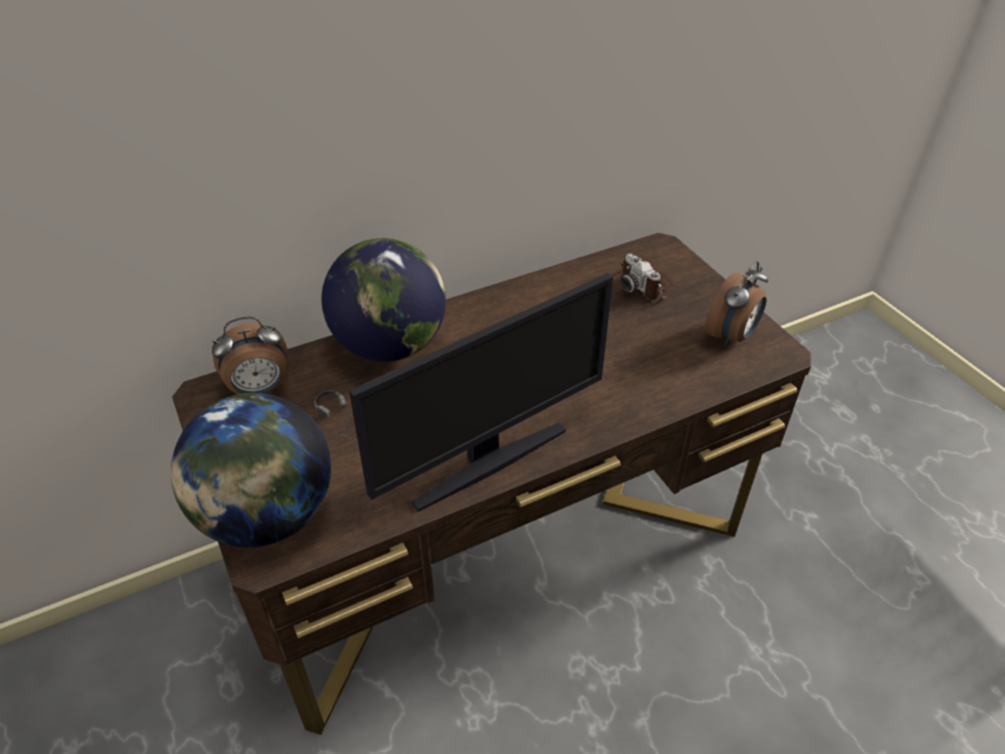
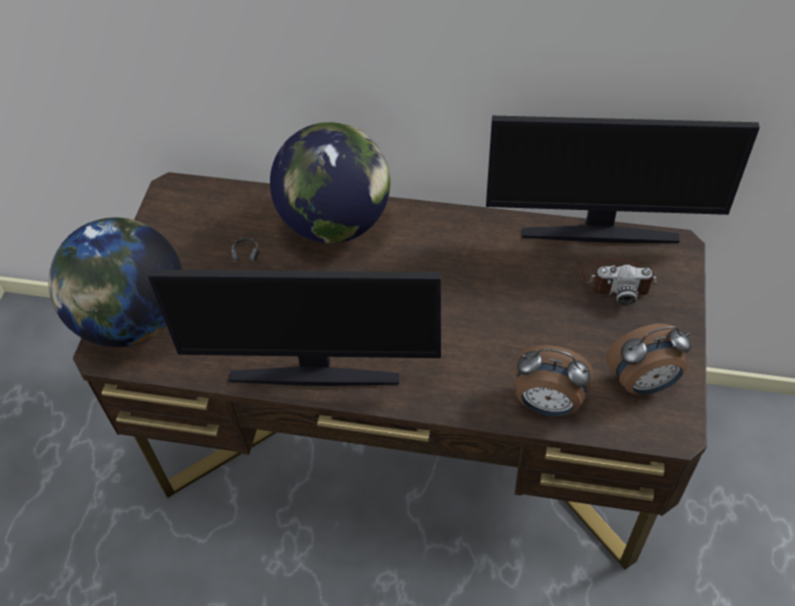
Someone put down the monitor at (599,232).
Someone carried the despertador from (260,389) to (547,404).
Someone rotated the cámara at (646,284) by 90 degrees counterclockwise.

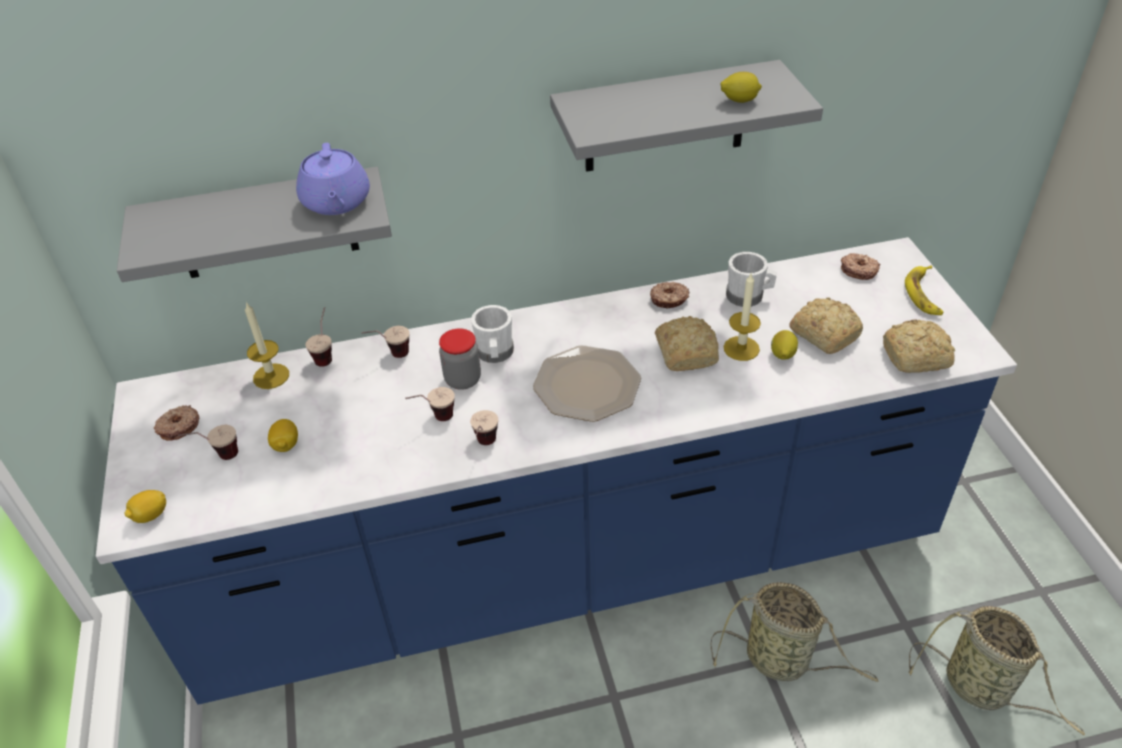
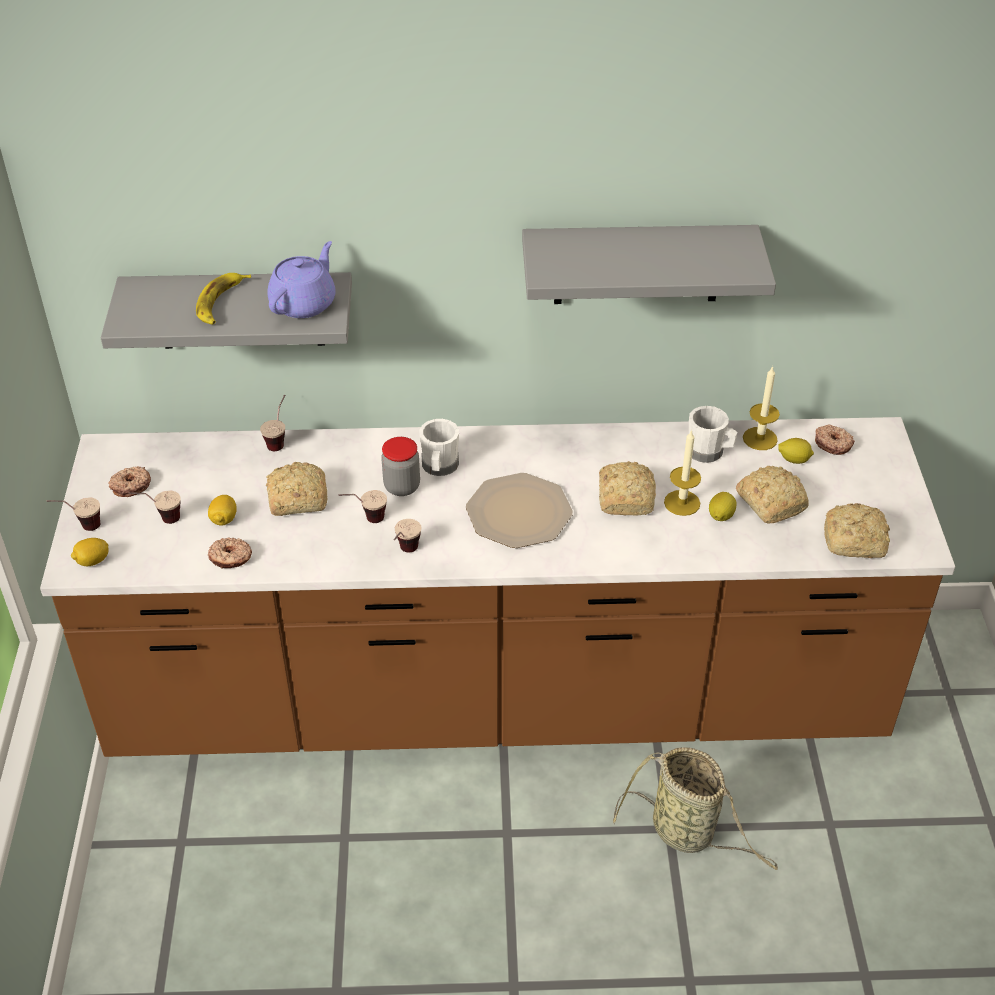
Someone took away the cesta at (981,688).
Someone put down the pan at (296,499).
Someone carried the vela from (271,376) to (760,438).
Someone carried the taza from (390,356) to (80,527).
Someone carried the rosquilla from (669,300) to (230,558).
Someone carried the limón from (739,100) to (794,460).
Someone carried the plátano from (924,294) to (221,303).
Someone repainted the mueble bajo de cocina/azul at (570,566), which became the mueble bajo de cocina/marrón at (497,700).
Someone rotated the tetera/morado at (336,202) by 150 degrees counterclockwise.

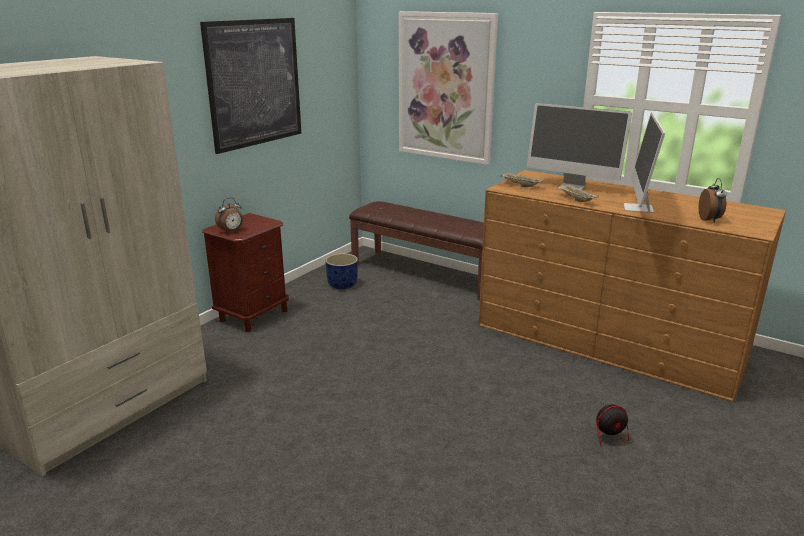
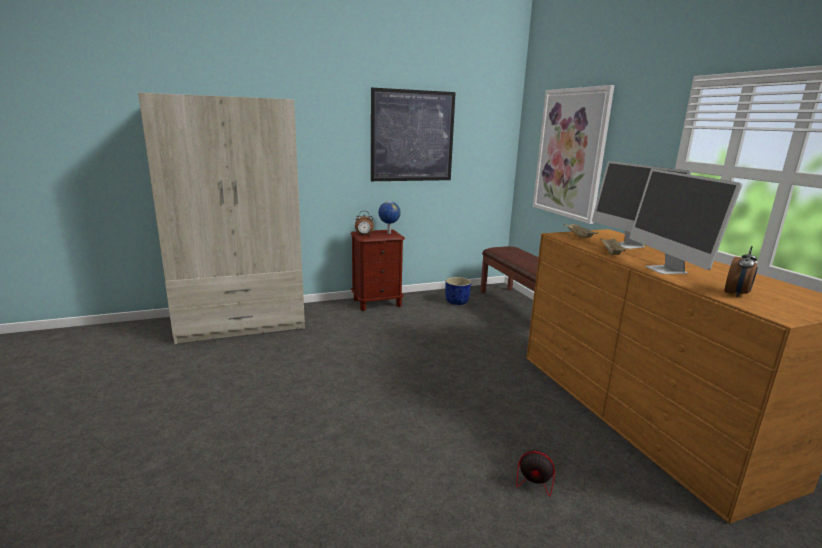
Someone put down the globo terráqueo at (388,233).
Someone rotated the monitor at (638,208) by 60 degrees counterclockwise.

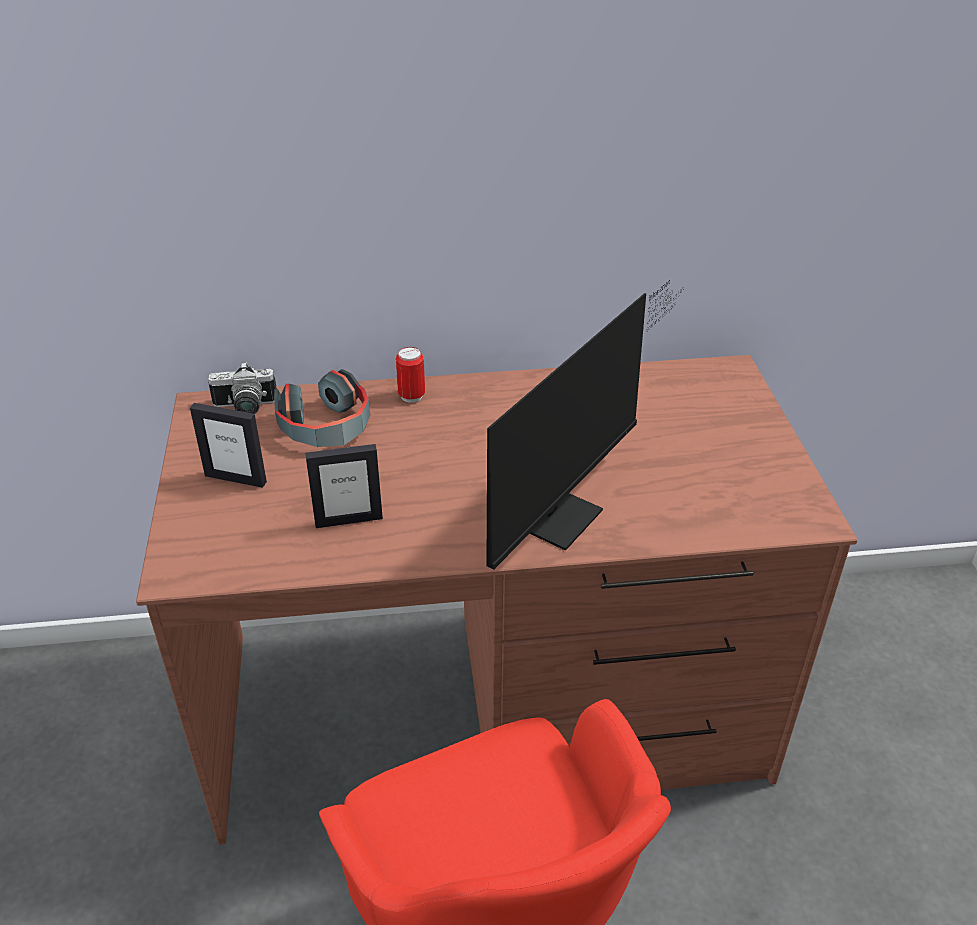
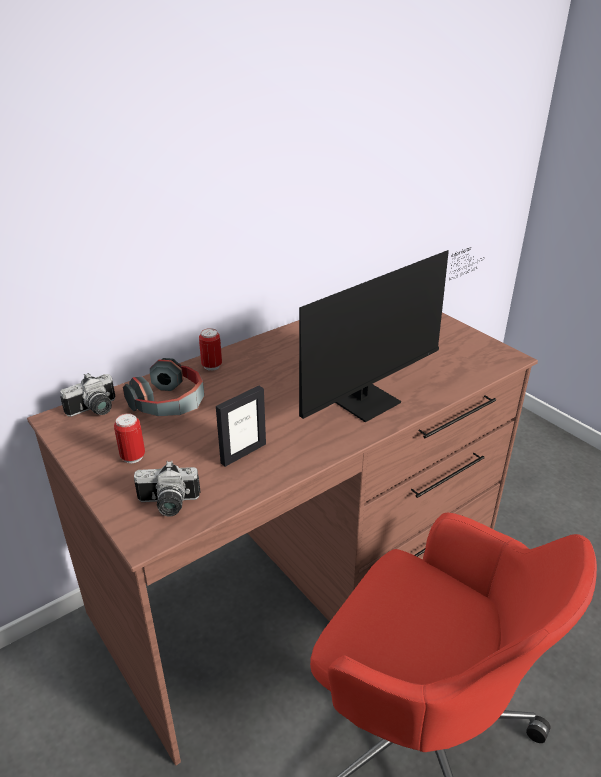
Someone put down the cámara at (168,505).
Someone swapped the portarretratos at (236,478) for the lata at (133,457).
Someone rotated the monitor at (564,510) by 45 degrees clockwise.

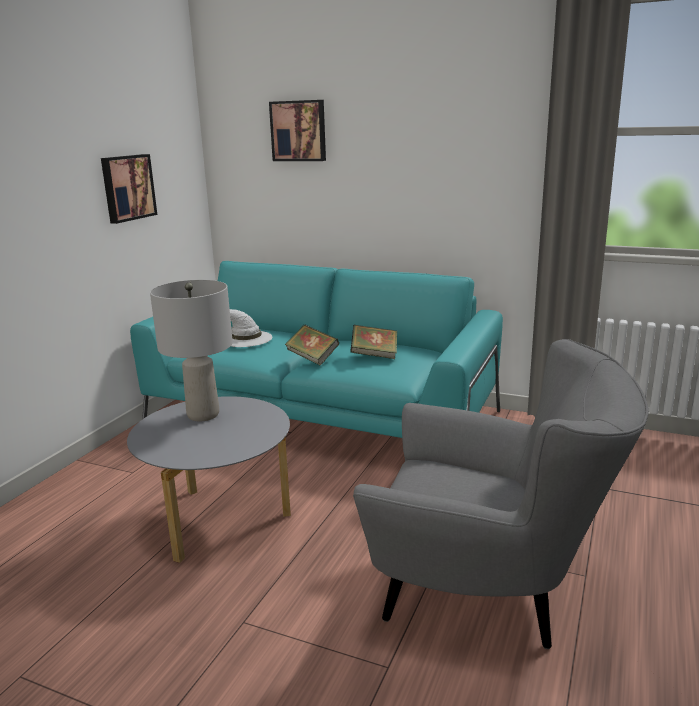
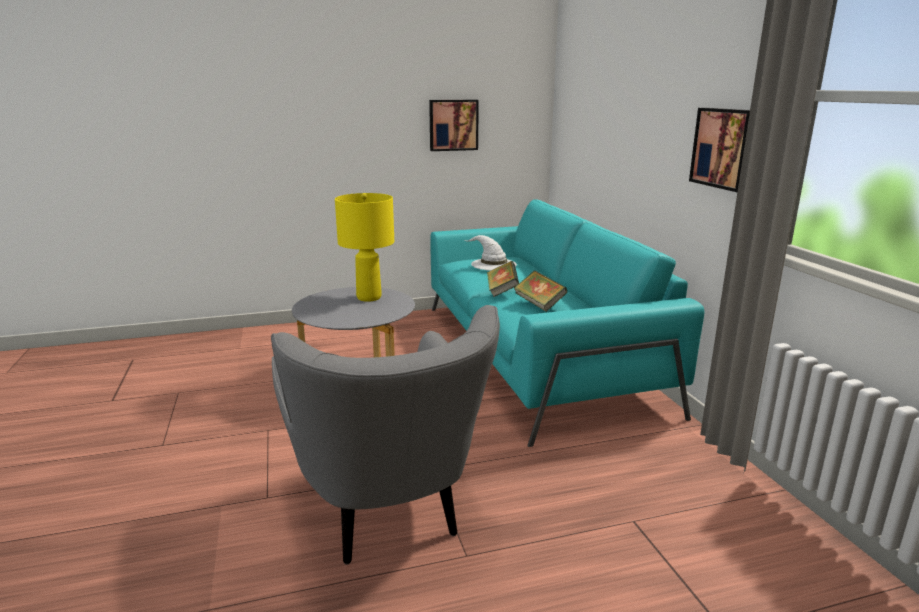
Someone carried the cuadro from (299,131) to (724,148).
Someone repainted the lámpara de mesa/gris at (204,414), which became the lámpara de mesa/amarillo at (369,297).

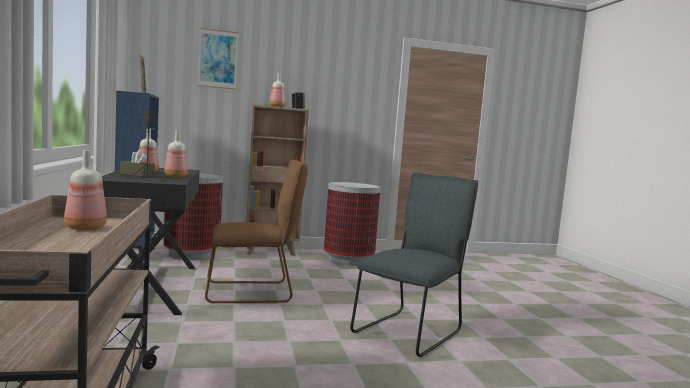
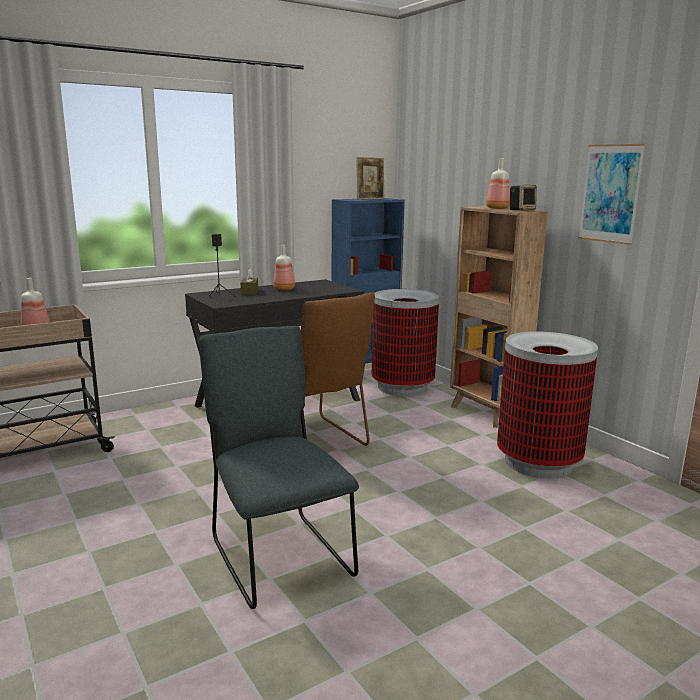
Someone took away the botella at (176,177).
Someone carried the cuadro from (218,59) to (610,193).
Someone rotated the silla/gris at (410,331) by 135 degrees counterclockwise.

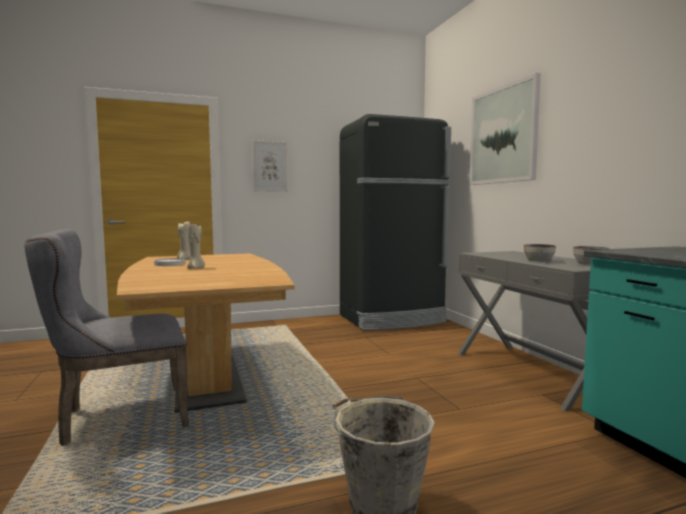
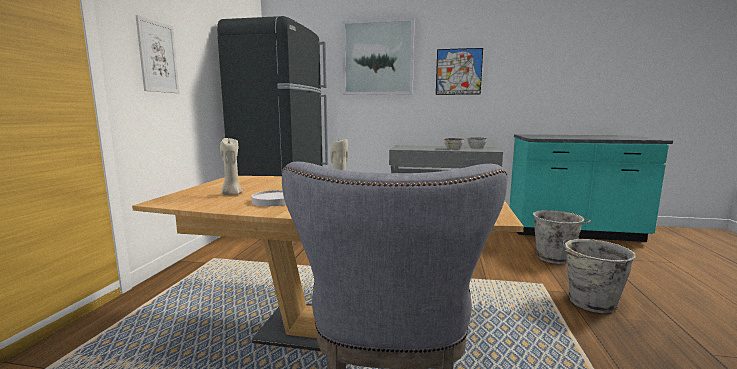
Someone put up the cuadro at (458,71).
Someone put down the cubo/gris at (555,258).

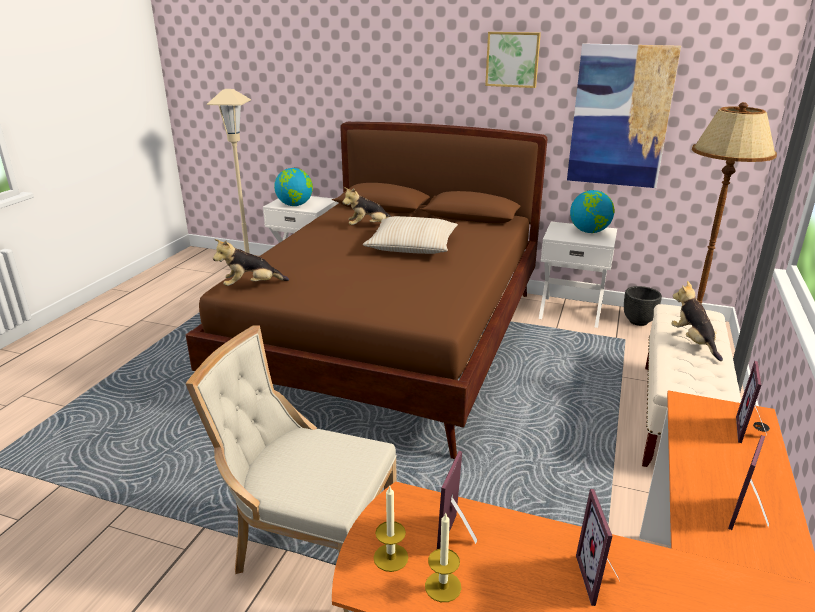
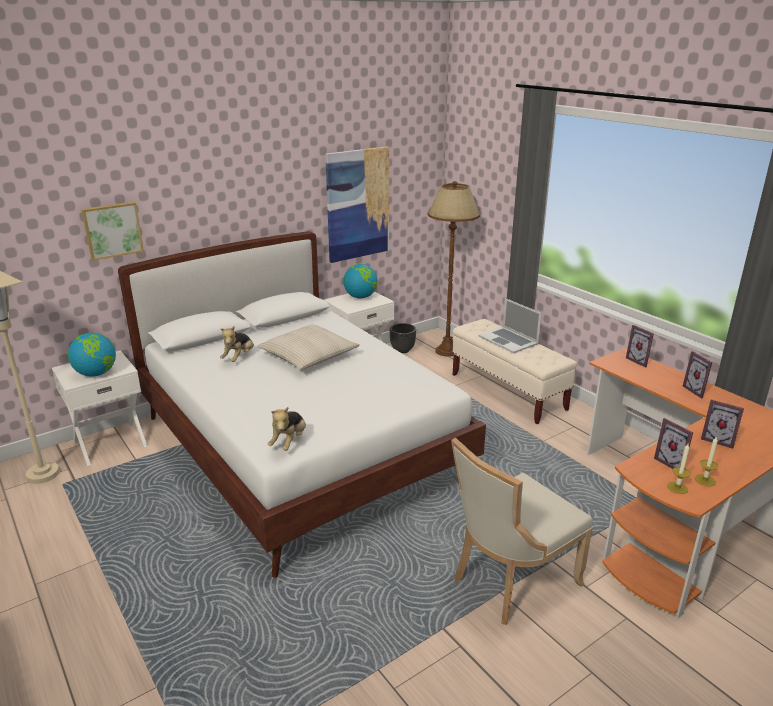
Someone carried the cuadro from (512,59) to (112,230).
Someone swapped the peluche at (693,342) for the portátil at (508,340).
Someone repainted the cama/marrón at (392,341), which became the cama/blanco at (300,448).

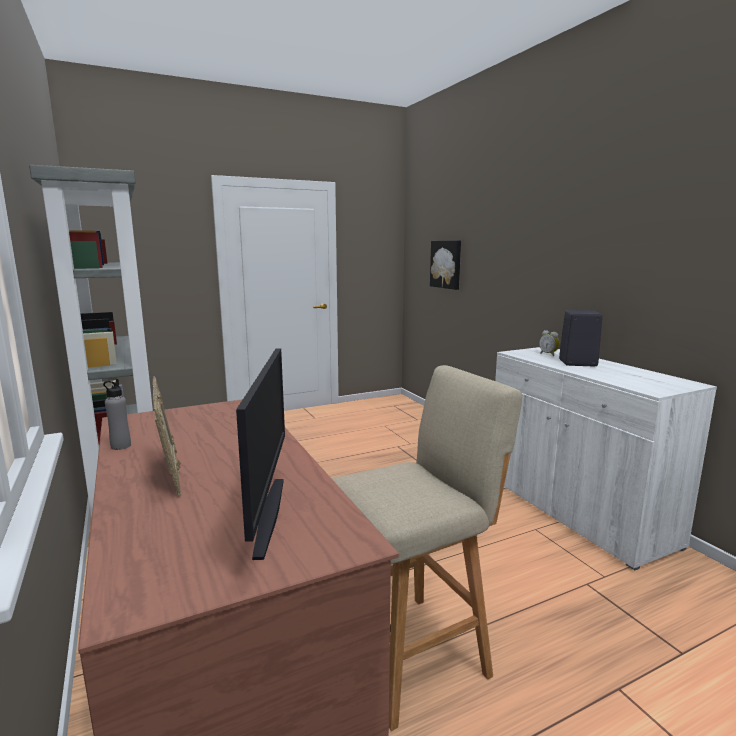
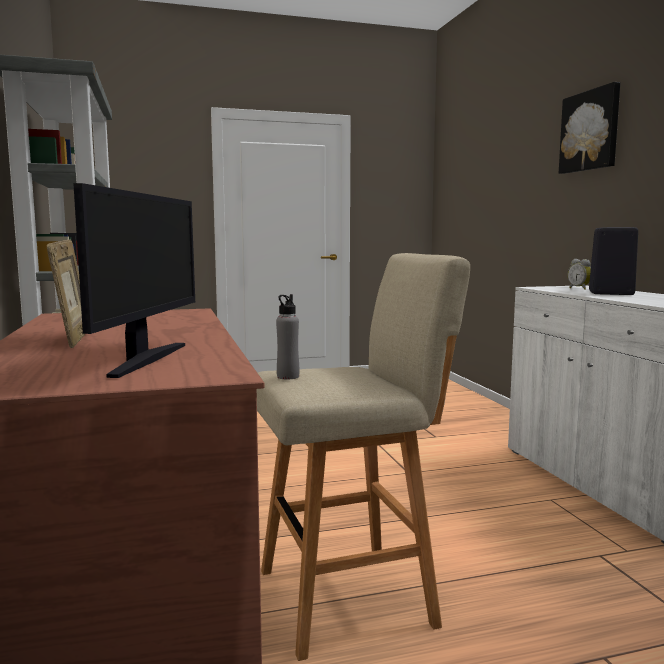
Someone carried the botella/gris from (120,446) to (288,376).
Someone carried the cuadro from (446,264) to (591,131).

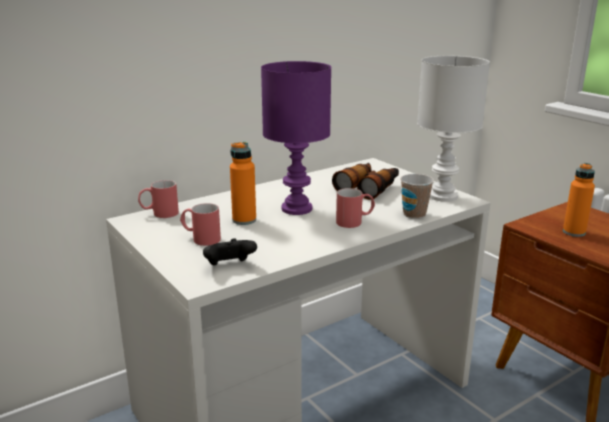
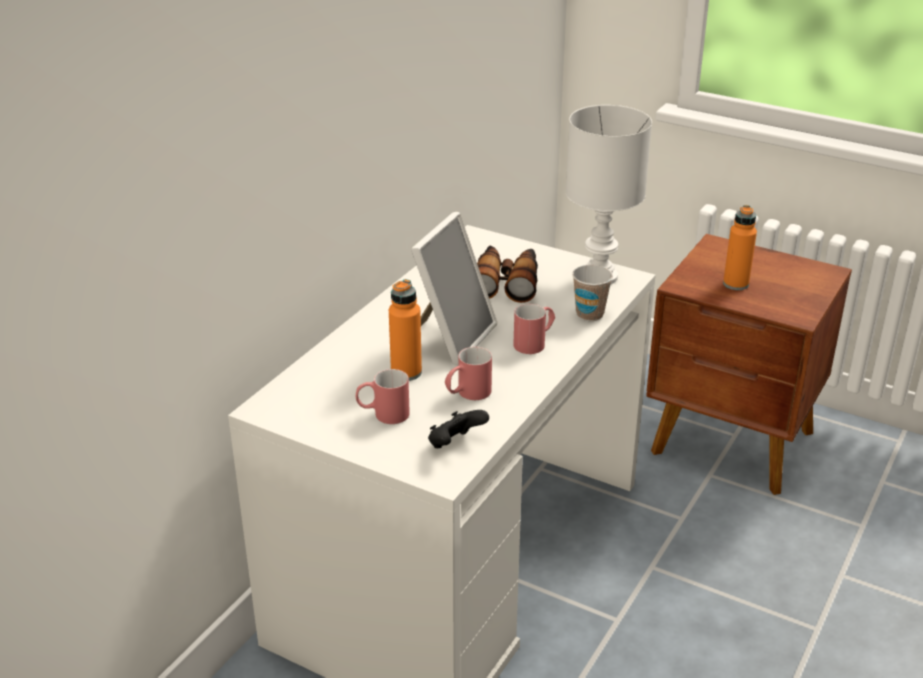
Someone carried the taza grande/rojo from (159,214) to (467,394).
Someone swapped the lámpara de mesa/morado at (297,208) for the portarretratos at (451,337).

